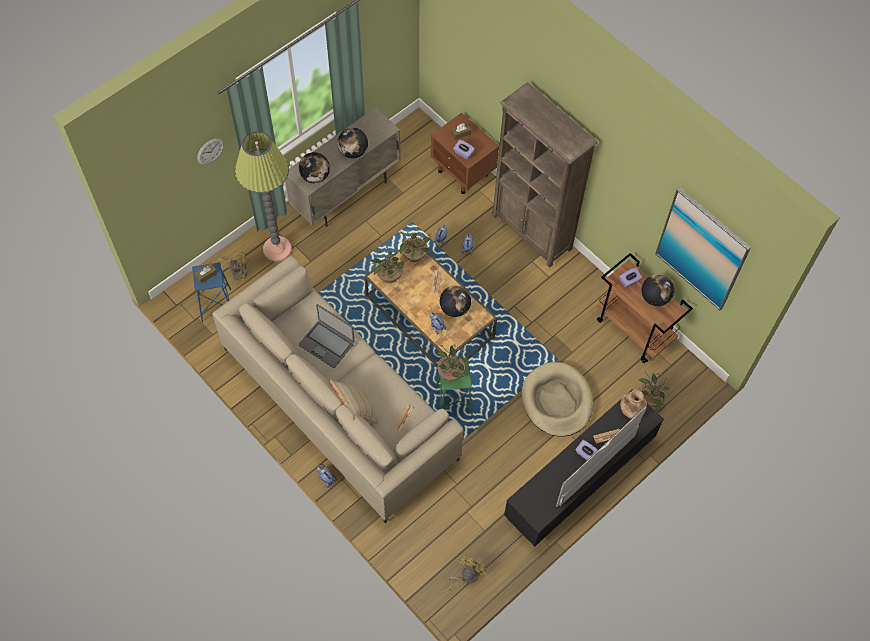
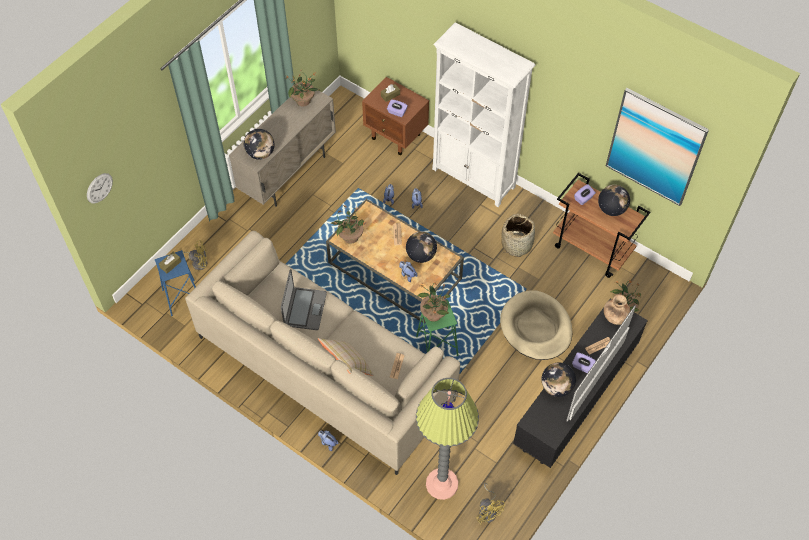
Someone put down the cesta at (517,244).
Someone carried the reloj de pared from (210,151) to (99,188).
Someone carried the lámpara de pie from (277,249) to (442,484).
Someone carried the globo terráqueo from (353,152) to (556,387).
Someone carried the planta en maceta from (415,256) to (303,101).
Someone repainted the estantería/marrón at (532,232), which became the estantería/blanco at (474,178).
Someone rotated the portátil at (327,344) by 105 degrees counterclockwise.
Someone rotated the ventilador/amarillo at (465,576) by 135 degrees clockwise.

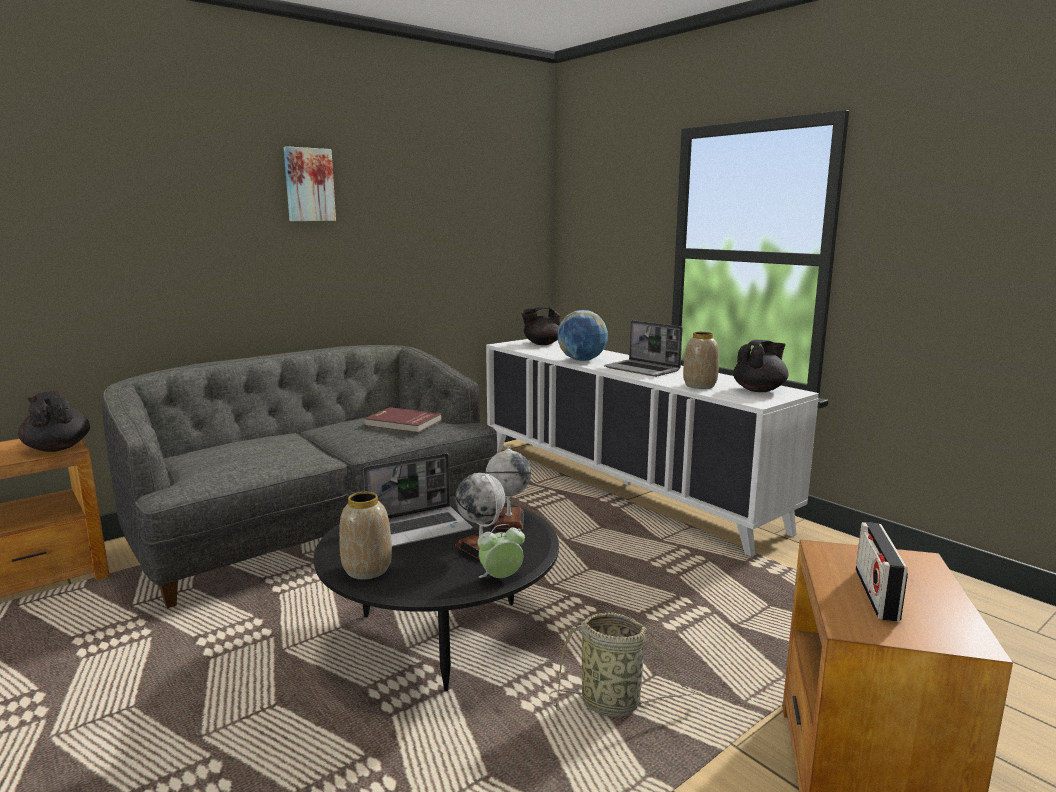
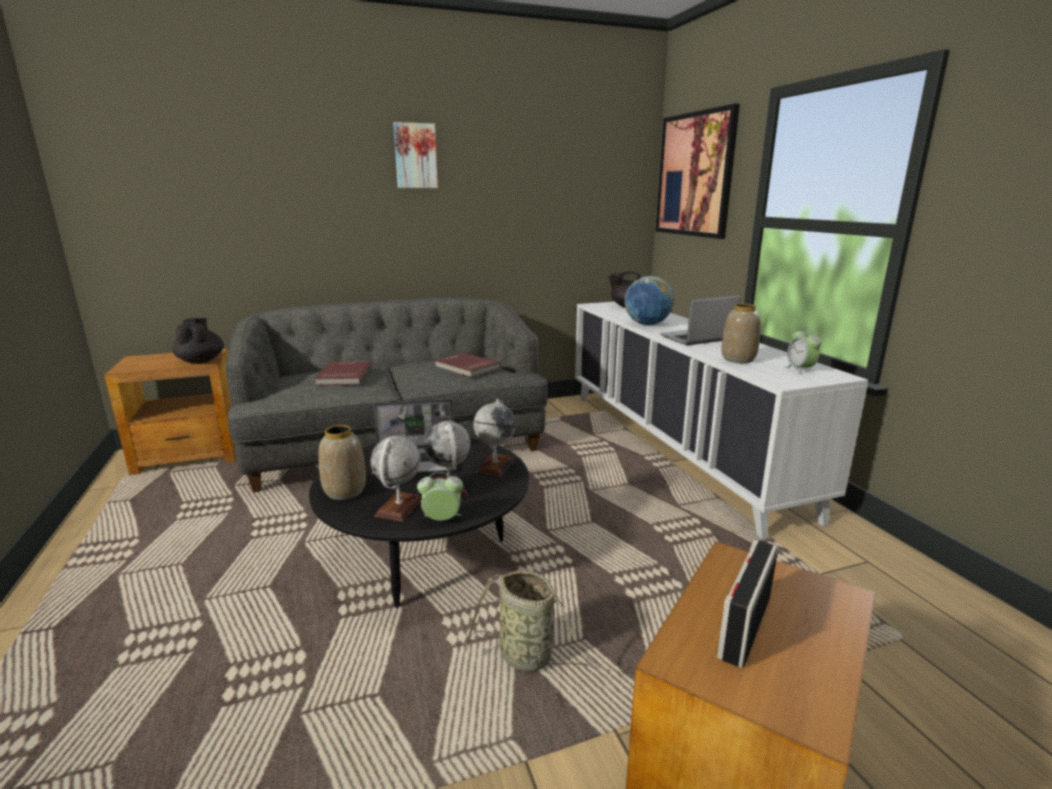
Someone put down the libro/rojo at (342,376).
Someone put down the globo terráqueo at (399,508).
Someone put up the cuadro at (695,175).
Someone swapped the tetera/negro at (759,390) for the despertador at (800,370).
Someone rotated the portátil at (643,369) by 90 degrees clockwise.

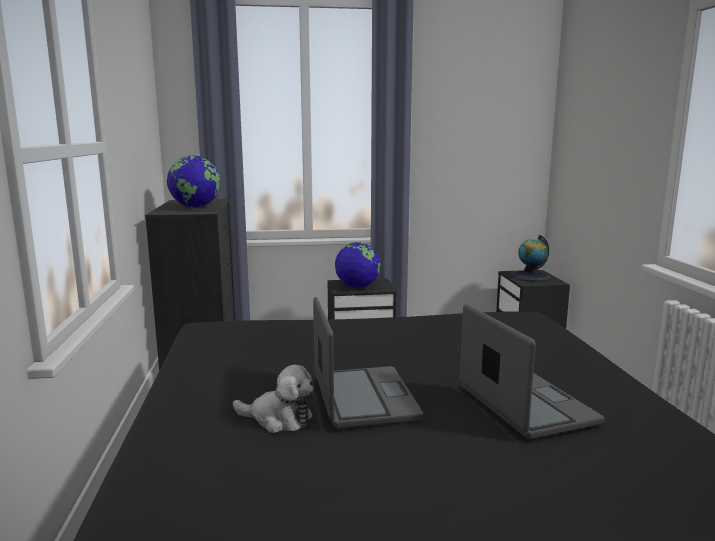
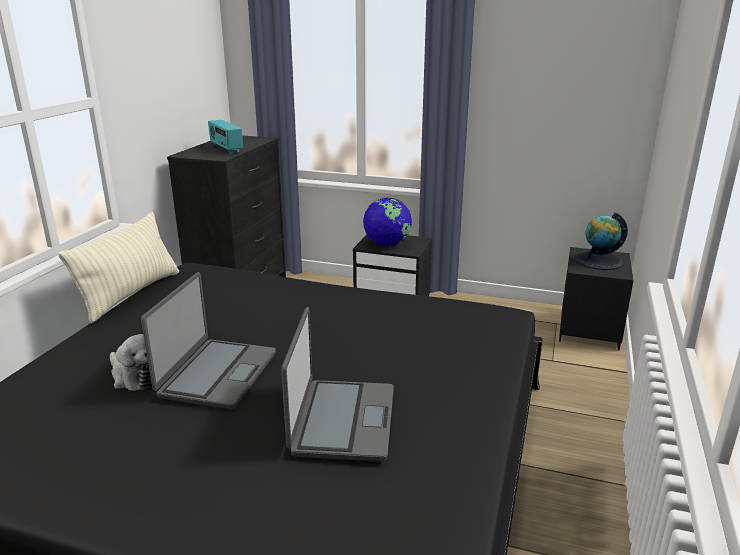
Someone put down the cojín/beis at (131,294).
Someone swapped the globo terráqueo at (196,207) for the radio at (226,149).

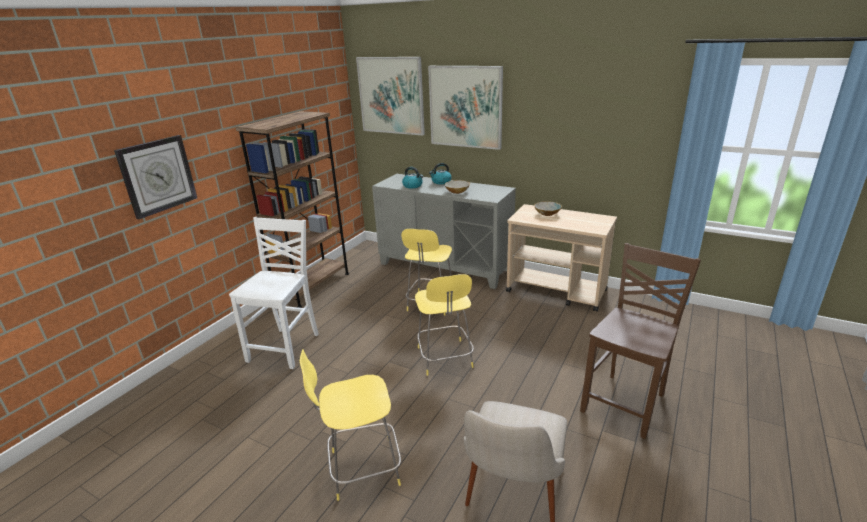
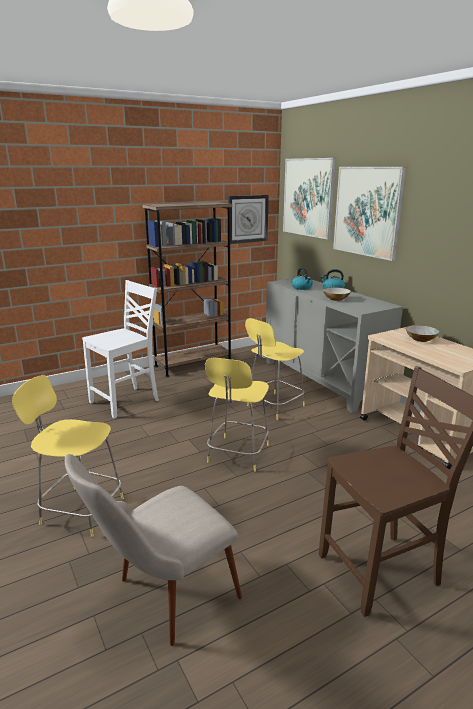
Someone carried the reloj de pared from (157,176) to (247,219).

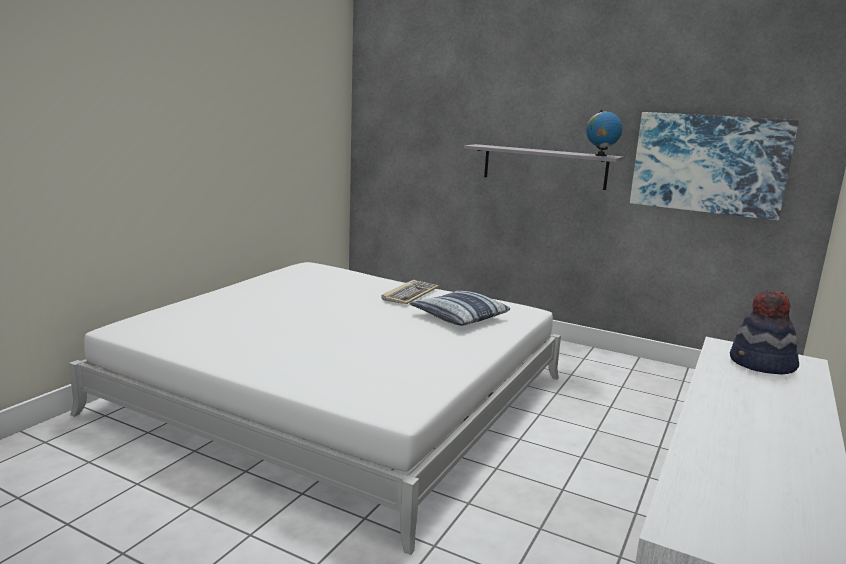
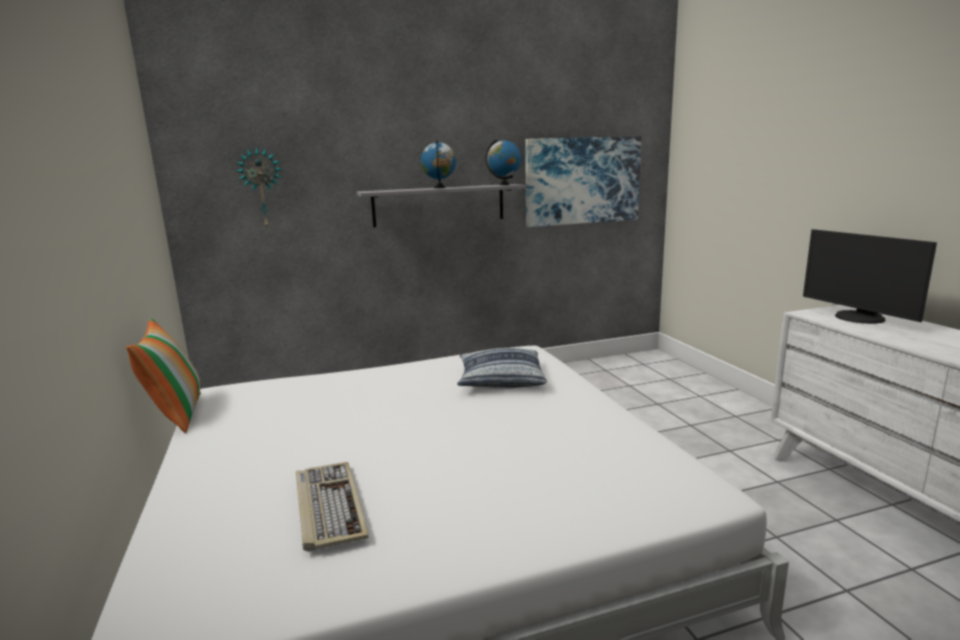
Someone put down the cojín at (176,414).
Someone put up the reloj de pared at (261,188).
Someone put down the globo terráqueo at (440,188).
Someone carried the teclado from (410,294) to (328,507).
Someone swapped the sombrero at (761,365) for the monitor at (858,318).

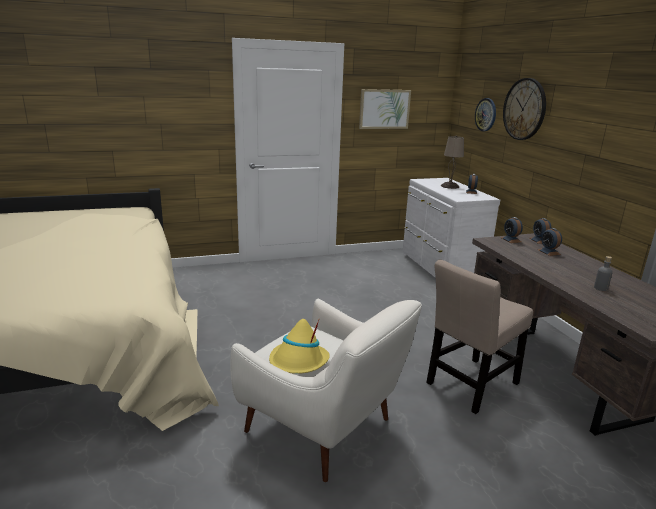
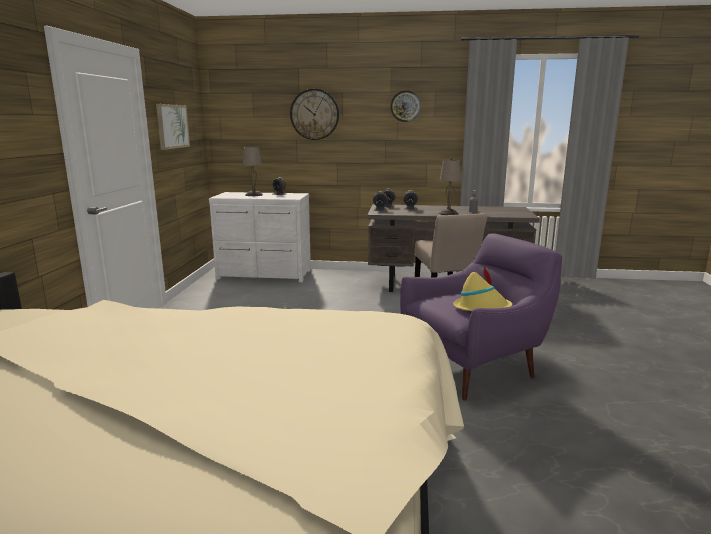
Someone put down the lámpara de mesa/beis at (449,213).
Someone carried the reloj de pared from (486,114) to (405,106).
Someone repainted the sillón/blanco at (324,429), which became the sillón/morado at (473,367).

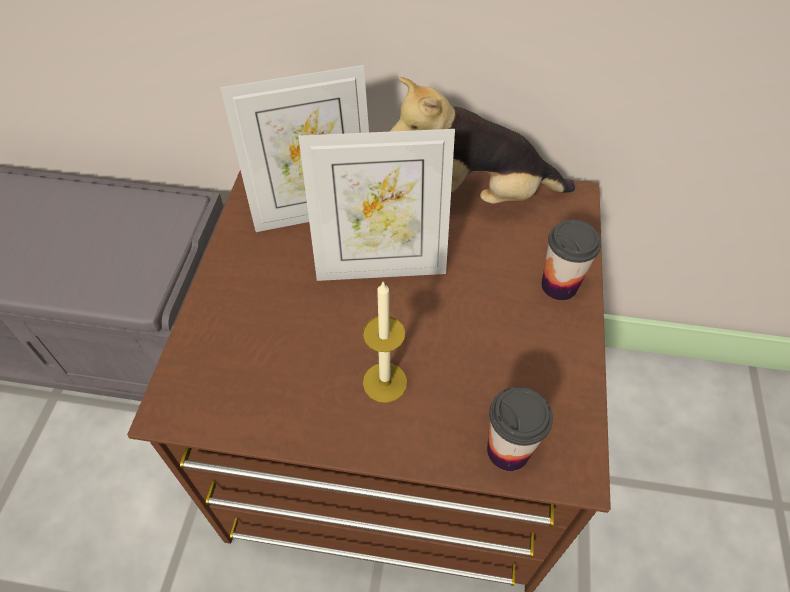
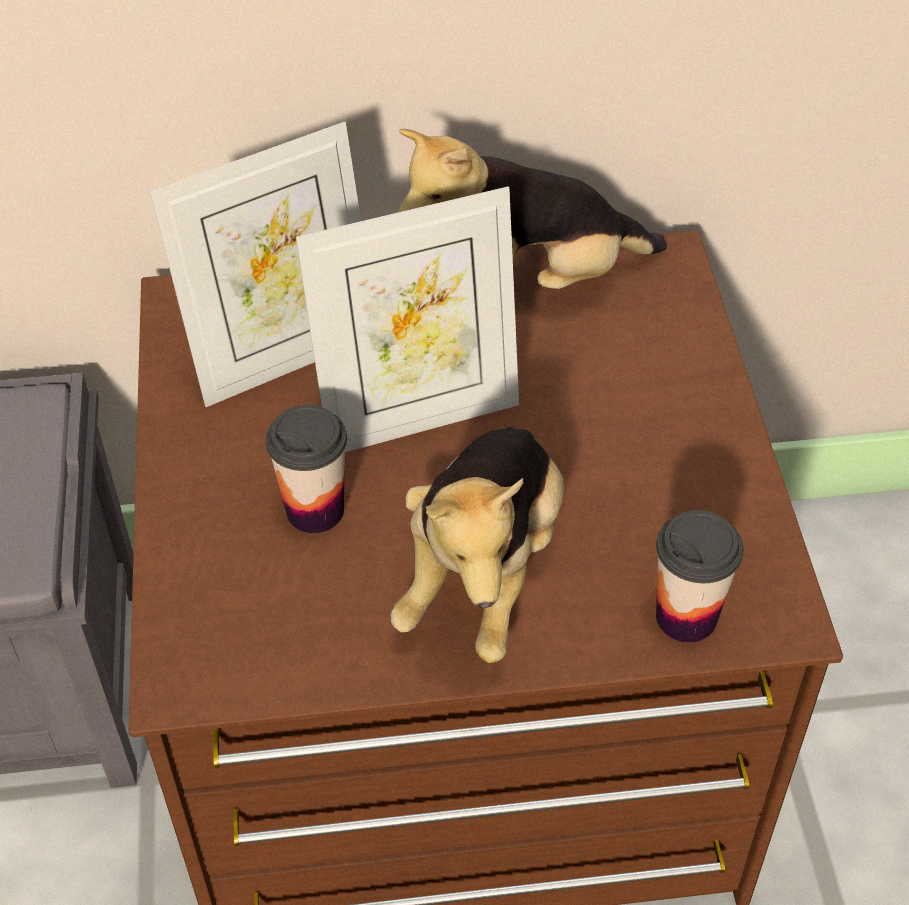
Someone carried the taza from (559,285) to (315,510).
Someone swapped the vela at (385,382) for the peluche at (484,571).

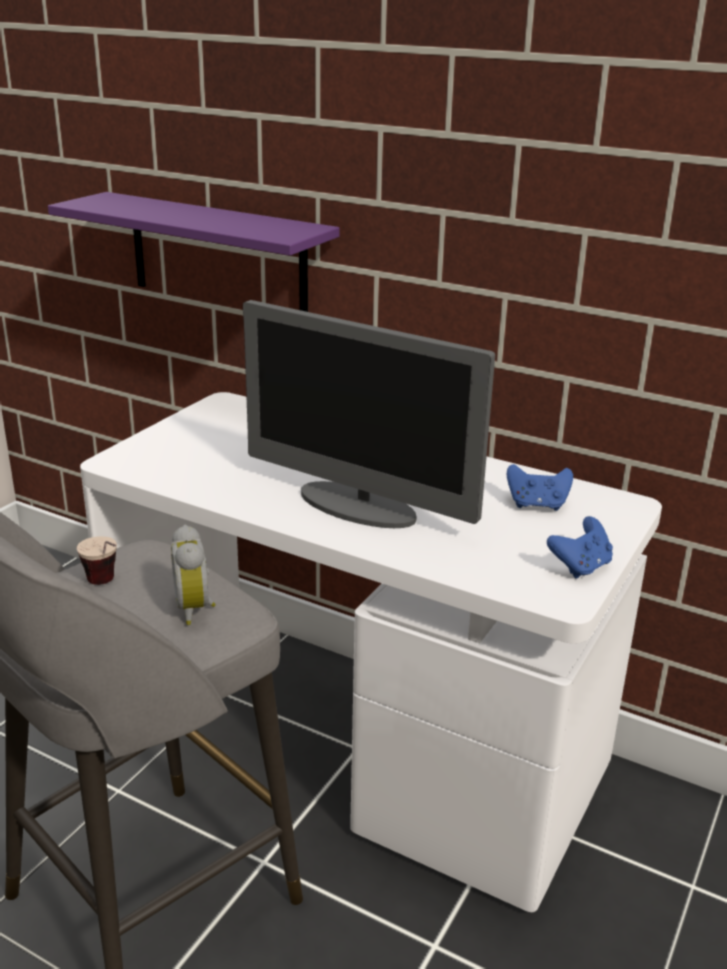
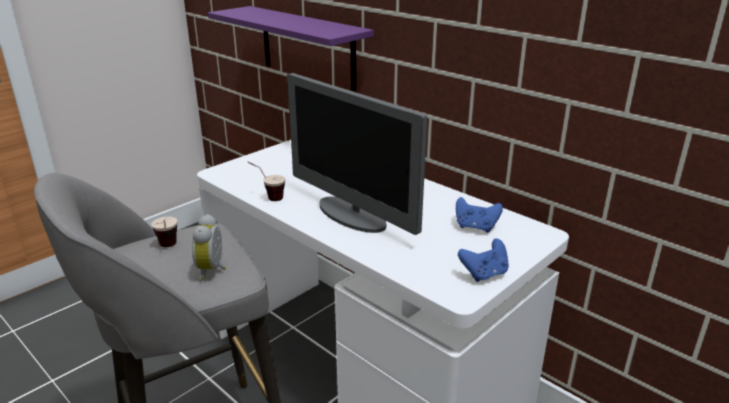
Someone put down the taza at (267,197).

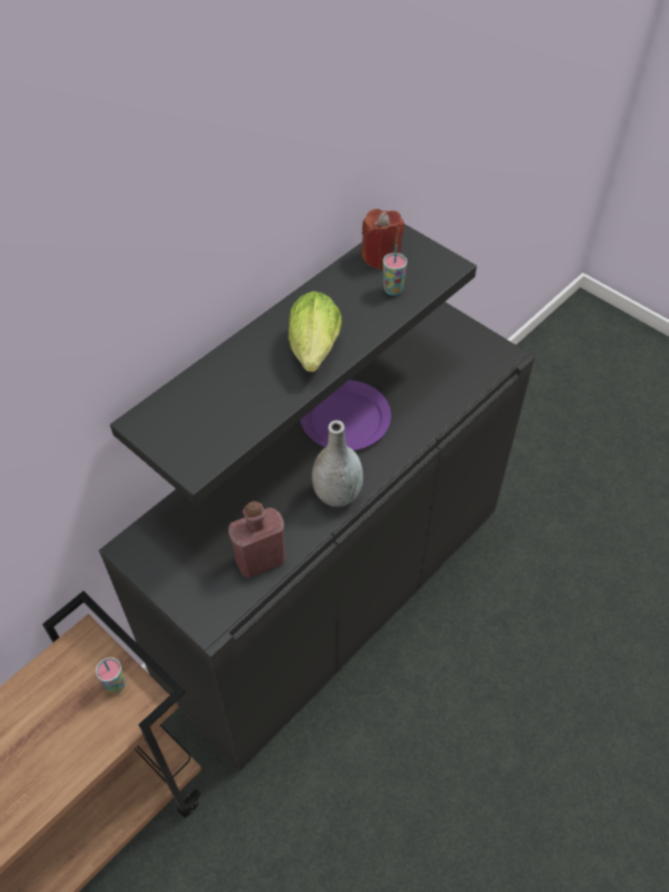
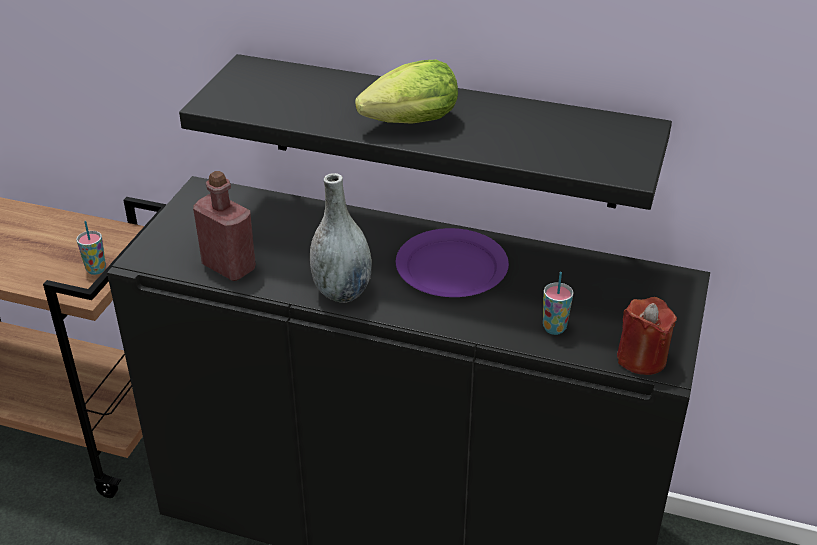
Someone carried the vela/rojo from (381,257) to (641,358).
Someone carried the taza from (393,290) to (554,328).

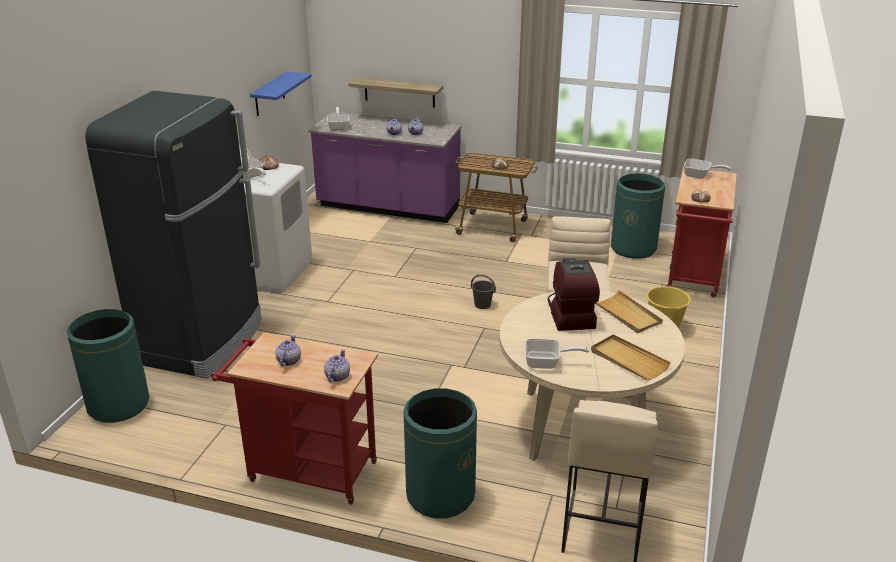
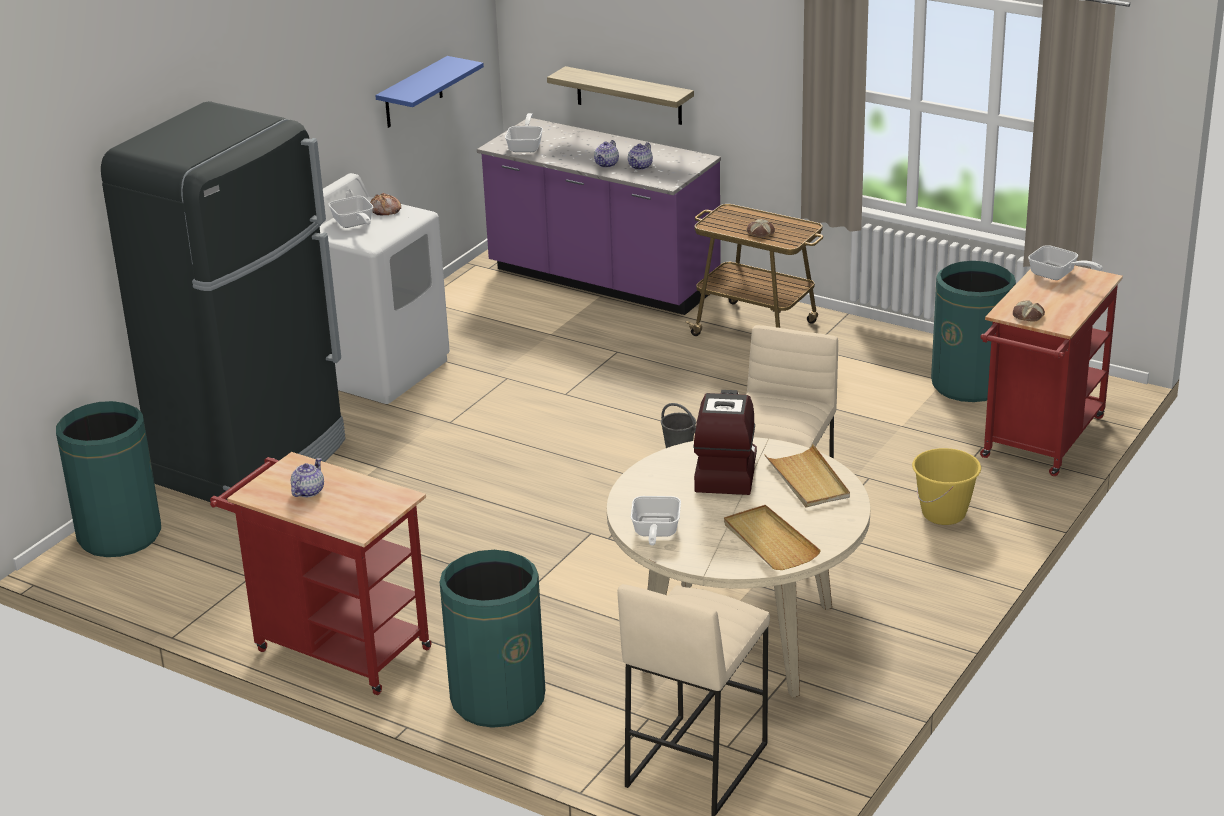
Someone took away the tetera at (337,376).
Someone rotated the sartén at (547,363) by 75 degrees clockwise.

